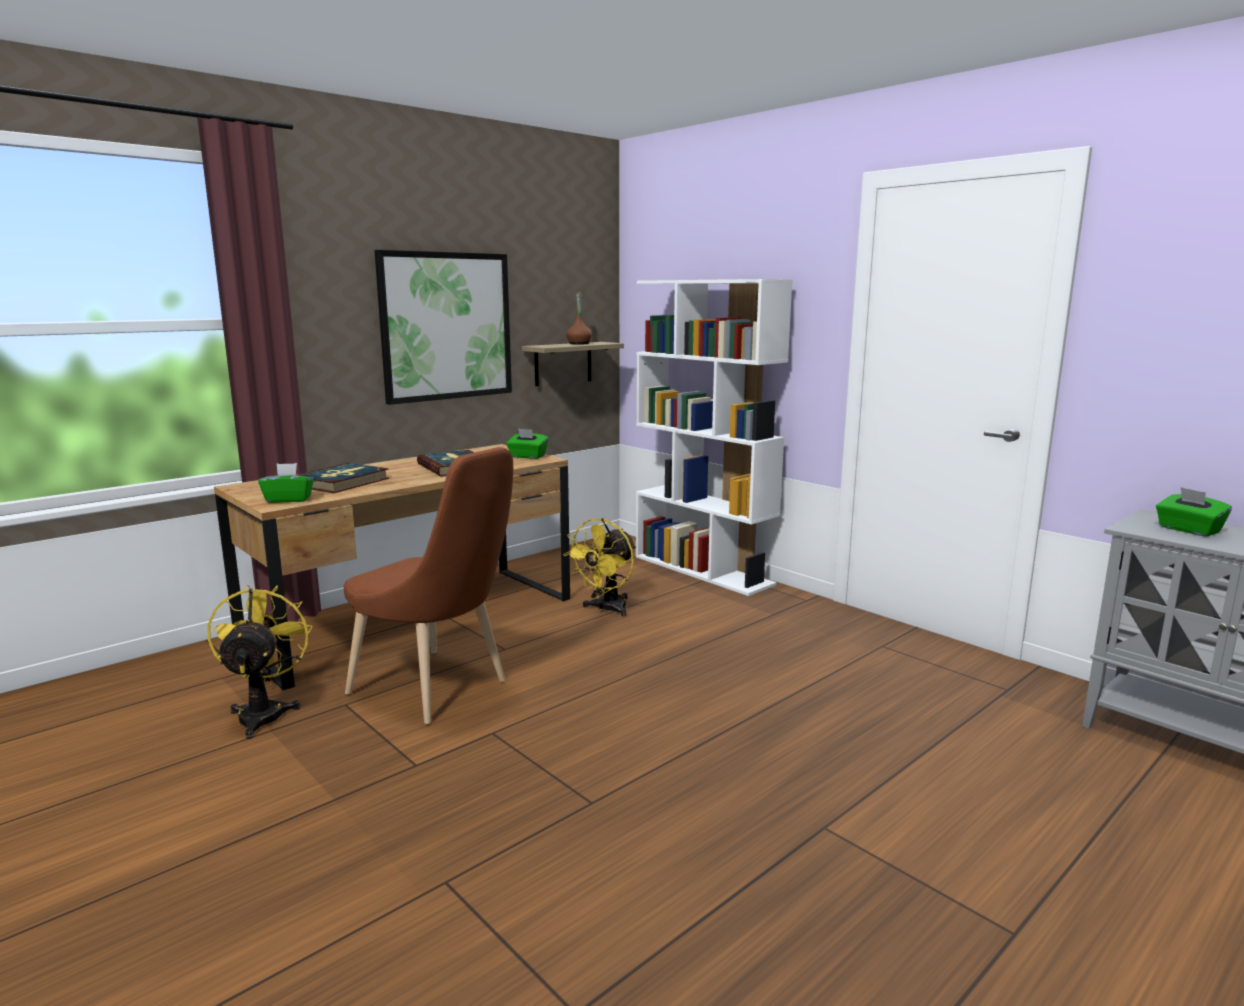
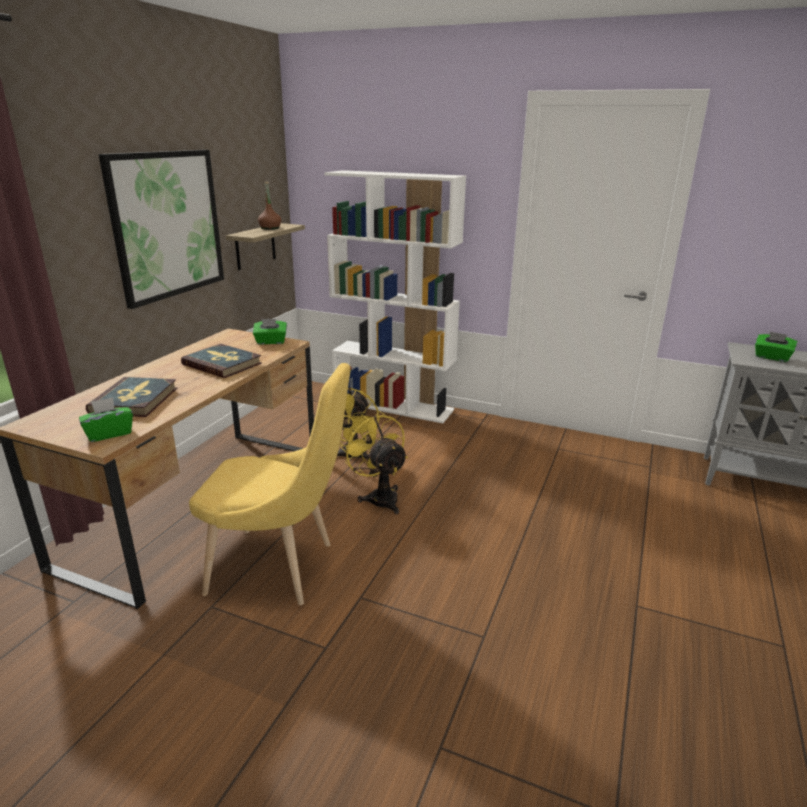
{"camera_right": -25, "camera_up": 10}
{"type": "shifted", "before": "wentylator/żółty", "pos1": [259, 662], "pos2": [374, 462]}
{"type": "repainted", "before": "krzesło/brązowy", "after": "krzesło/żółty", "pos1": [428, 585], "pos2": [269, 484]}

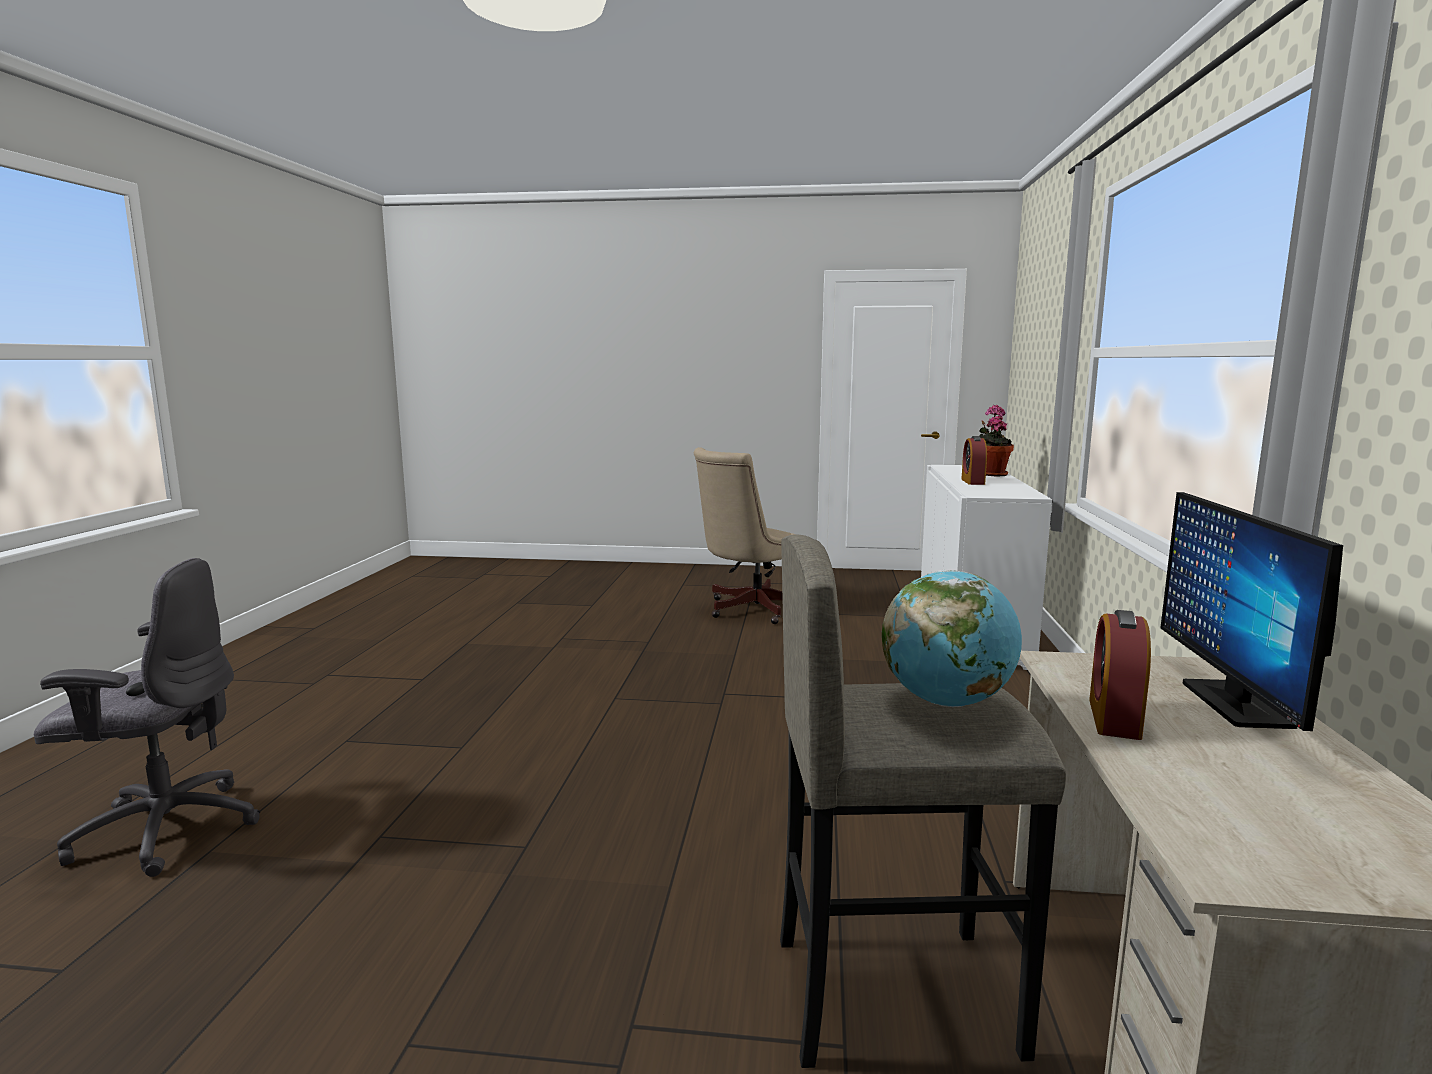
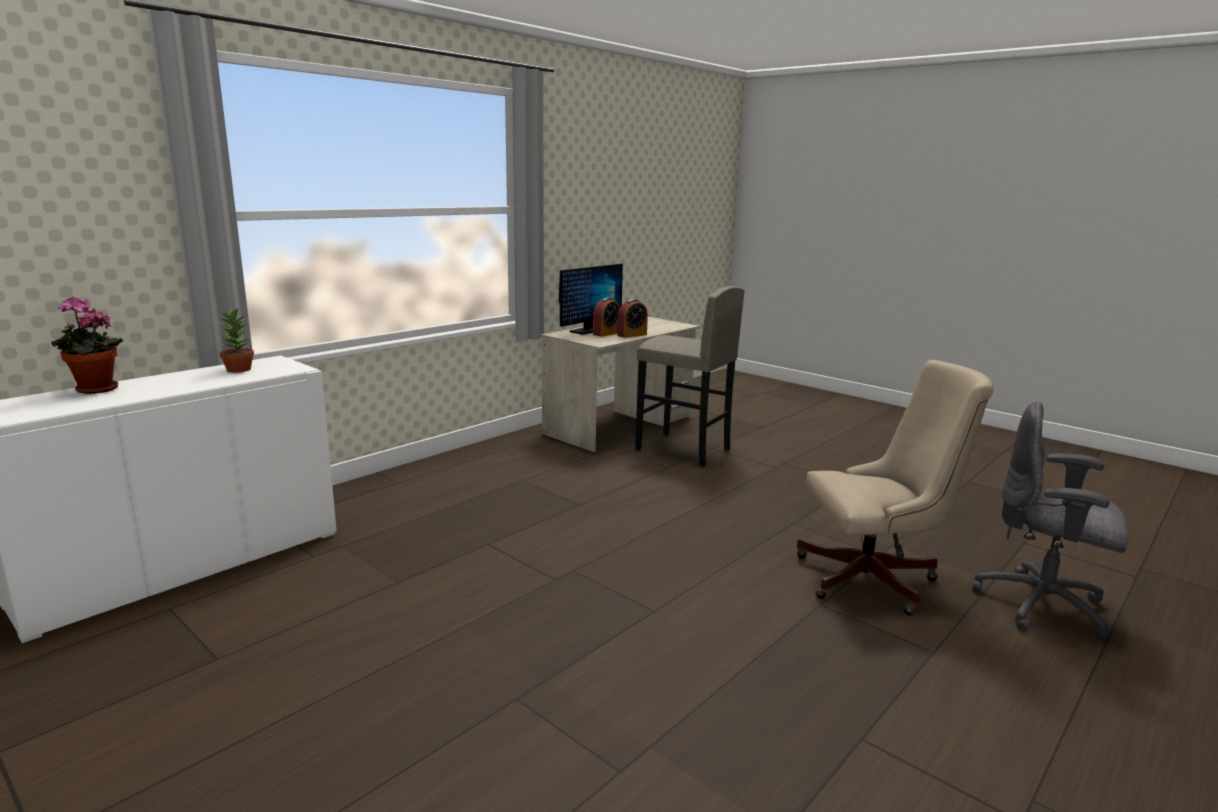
{"camera_right": -145, "camera_up": 5}
{"type": "gone", "before": "globus", "pos1": [952, 638]}
{"type": "new", "after": "roślina doniczkowa", "pos2": [236, 340]}
{"type": "shifted", "before": "krzesło biurowe/beżowy", "pos1": [744, 535], "pos2": [895, 488]}
{"type": "shifted", "before": "budzik", "pos1": [974, 460], "pos2": [606, 317]}

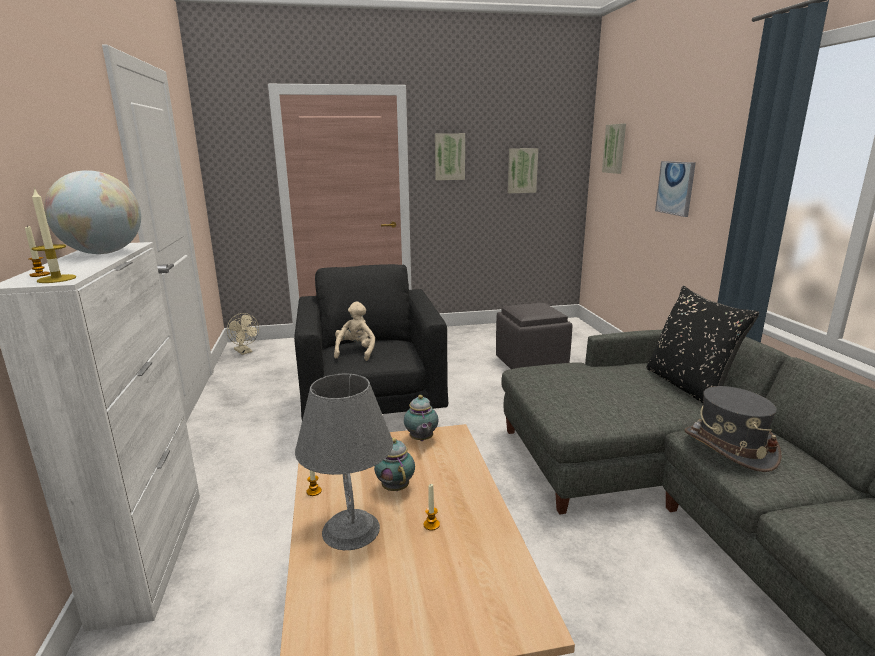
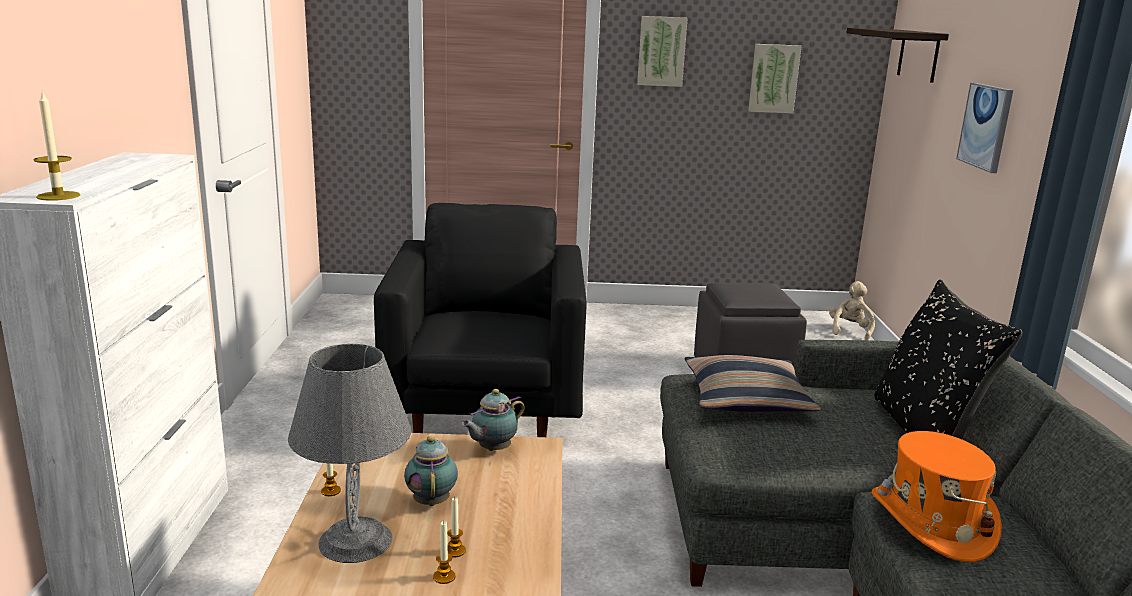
{"camera_right": 10, "camera_up": 0}
{"type": "gone", "before": "globus", "pos1": [92, 212]}
{"type": "gone", "before": "wentylator/beżowy", "pos1": [243, 334]}
{"type": "new", "after": "poduszka", "pos2": [753, 383]}
{"type": "shifted", "before": "świeca", "pos1": [37, 251], "pos2": [444, 552]}
{"type": "shifted", "before": "pluszak/beżowy", "pos1": [354, 331], "pos2": [852, 310]}
{"type": "swapped", "before": "obraz", "after": "półka", "pos1": [614, 149], "pos2": [897, 55]}
{"type": "repainted", "before": "kapelusz/szary", "after": "kapelusz/pomarańczowy", "pos1": [733, 429], "pos2": [937, 496]}
{"type": "rotated", "before": "imbryk", "pos1": [421, 418], "pos2": [493, 420], "turn": 45}

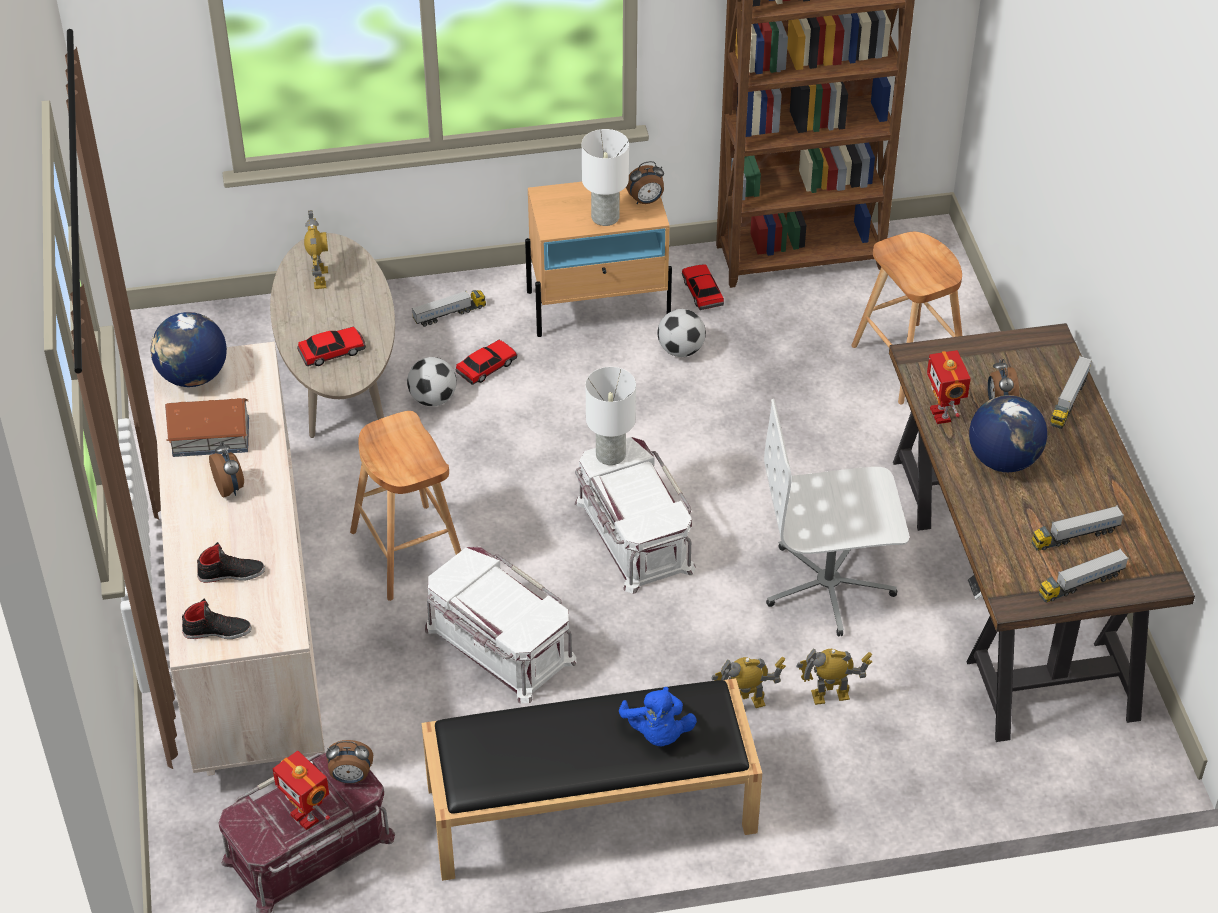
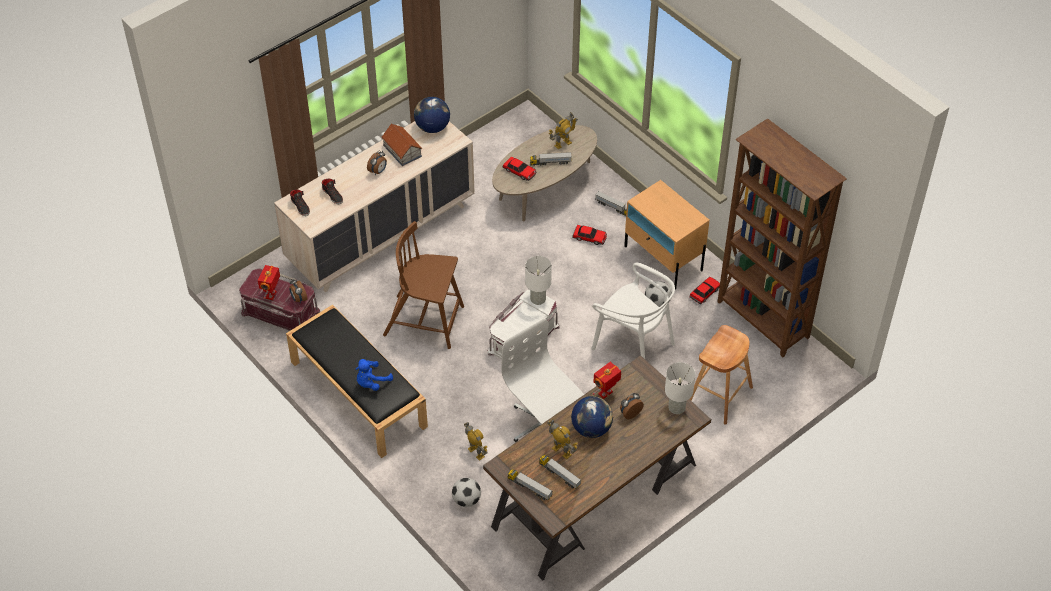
{"camera_right": 60, "camera_up": 5}
{"type": "gone", "before": "stołek/brązowy", "pos1": [405, 506]}
{"type": "gone", "before": "budzik", "pos1": [645, 182]}
{"type": "new", "after": "krzesło/biały", "pos2": [633, 310]}
{"type": "shifted", "before": "piłka futbolowa", "pos1": [432, 381], "pos2": [466, 492]}
{"type": "shifted", "before": "lampa stołowa/biały", "pos1": [605, 177], "pos2": [680, 388]}
{"type": "shifted", "before": "robot zabawkowy", "pos1": [748, 682], "pos2": [562, 439]}
{"type": "shifted", "before": "ciężarówka zabawkowa", "pos1": [1071, 392], "pos2": [551, 159]}
{"type": "swapped", "before": "pojemnik do przechowywania/biały", "after": "krzesło/brązowy", "pos1": [501, 625], "pos2": [423, 285]}

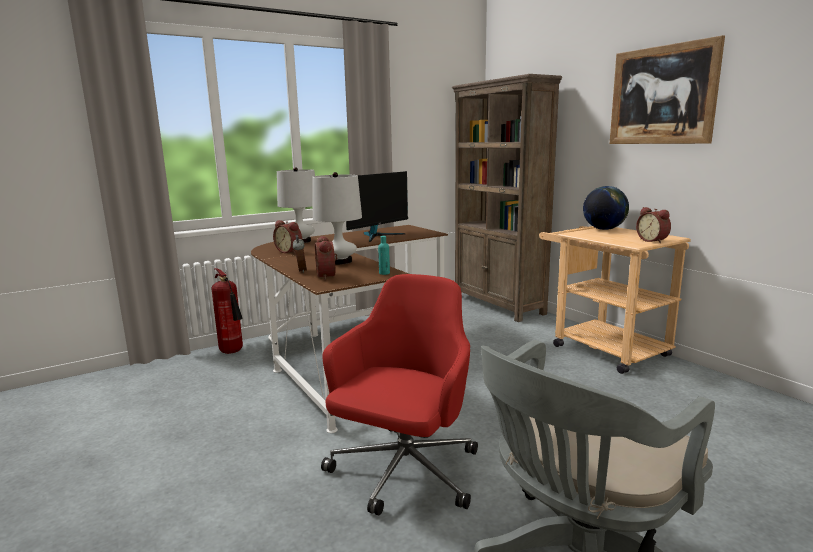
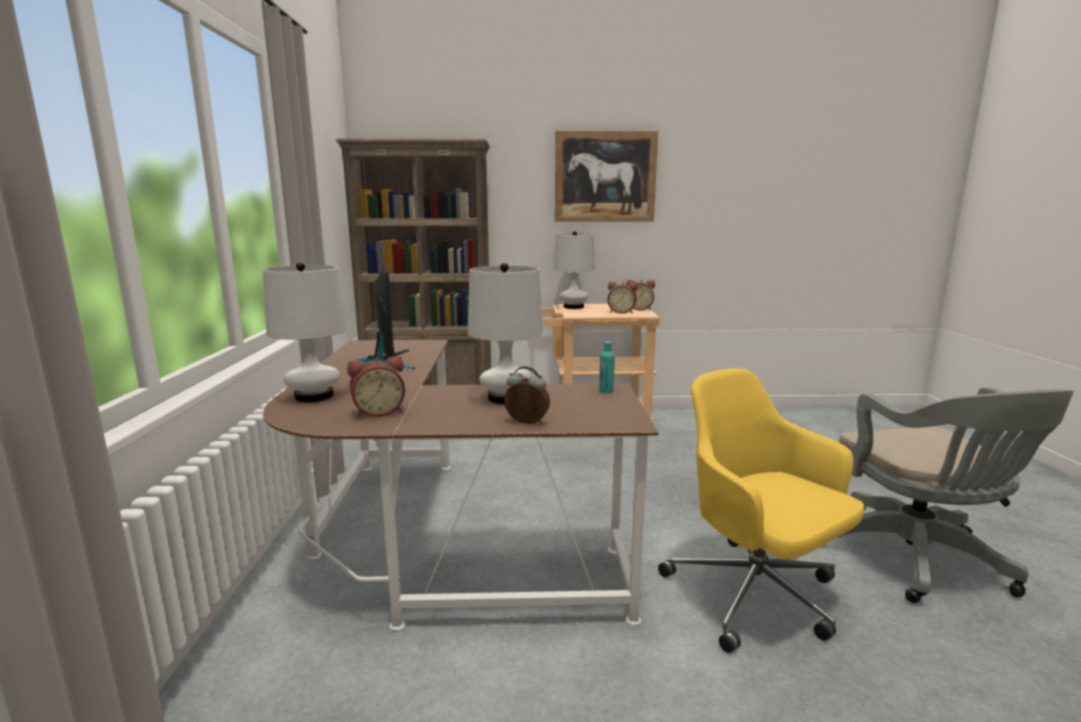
{"camera_right": -60, "camera_up": 0}
{"type": "gone", "before": "gaśnica", "pos1": [227, 311]}
{"type": "shifted", "before": "budzik", "pos1": [326, 258], "pos2": [622, 298]}
{"type": "swapped", "before": "globus", "after": "lampa stołowa/biały", "pos1": [606, 208], "pos2": [574, 270]}
{"type": "repainted", "before": "krzesło biurowe/czerwony", "after": "krzesło biurowe/żółty", "pos1": [399, 395], "pos2": [761, 510]}

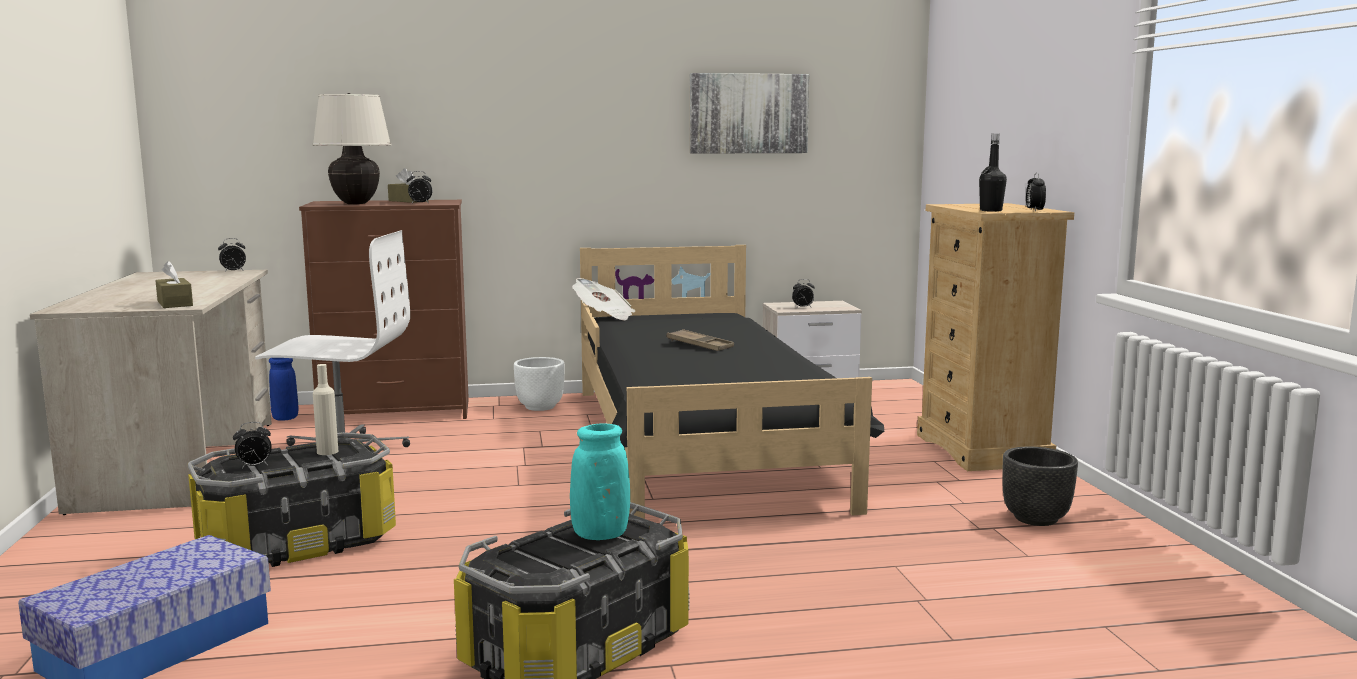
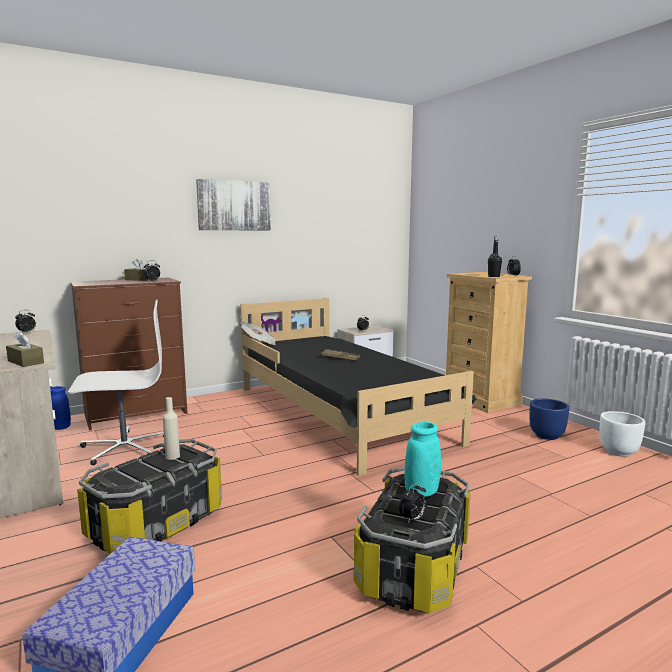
{"camera_right": -20, "camera_up": 0}
{"type": "gone", "before": "lampa stołowa/beżowy", "pos1": [351, 148]}
{"type": "shifted", "before": "budzik", "pos1": [252, 445], "pos2": [413, 502]}
{"type": "shifted", "before": "donica/biały", "pos1": [539, 384], "pos2": [622, 434]}
{"type": "shifted", "before": "obraz", "pos1": [749, 113], "pos2": [233, 204]}
{"type": "repainted", "before": "donica/czarny", "after": "donica/niebieski", "pos1": [1040, 486], "pos2": [549, 419]}

